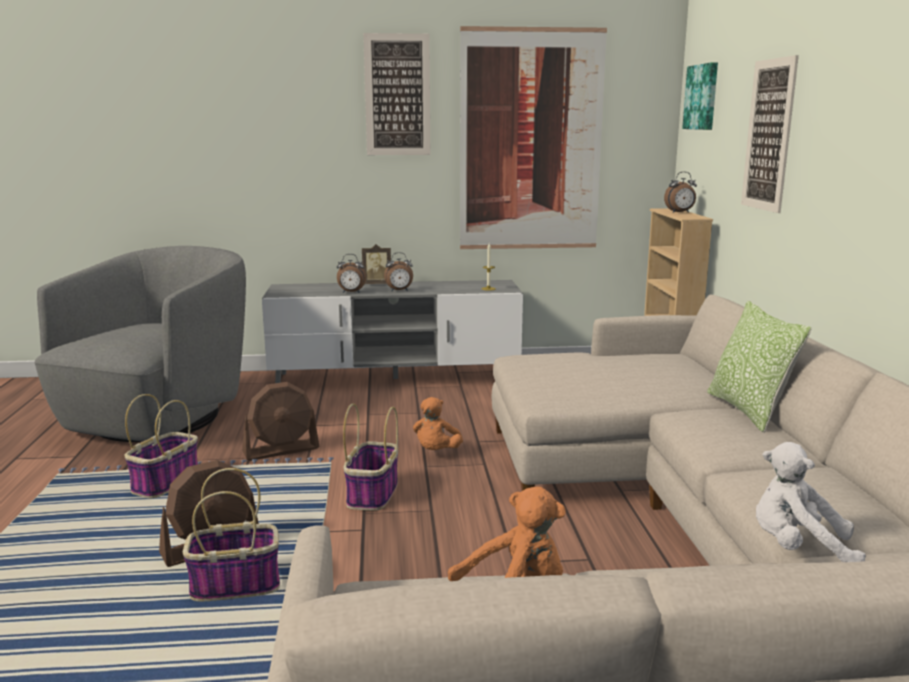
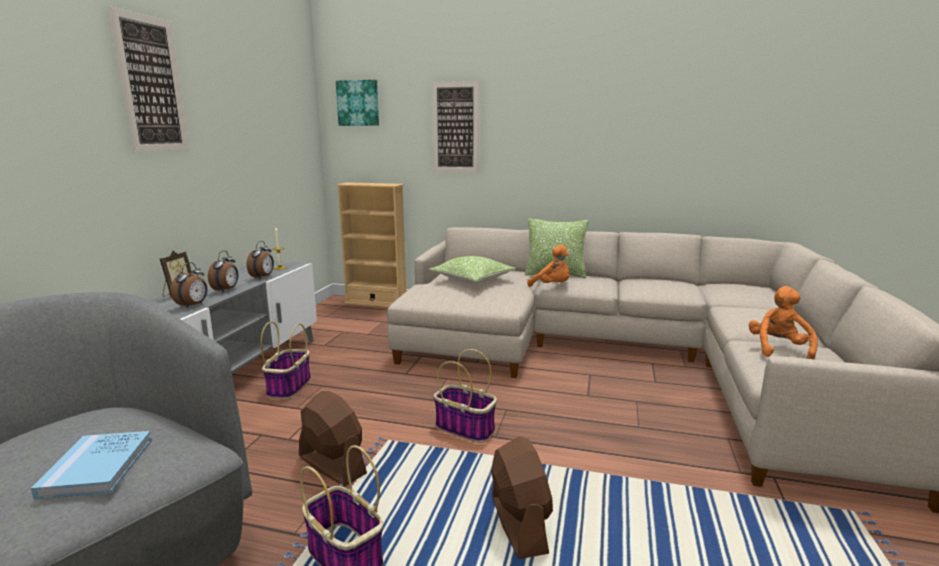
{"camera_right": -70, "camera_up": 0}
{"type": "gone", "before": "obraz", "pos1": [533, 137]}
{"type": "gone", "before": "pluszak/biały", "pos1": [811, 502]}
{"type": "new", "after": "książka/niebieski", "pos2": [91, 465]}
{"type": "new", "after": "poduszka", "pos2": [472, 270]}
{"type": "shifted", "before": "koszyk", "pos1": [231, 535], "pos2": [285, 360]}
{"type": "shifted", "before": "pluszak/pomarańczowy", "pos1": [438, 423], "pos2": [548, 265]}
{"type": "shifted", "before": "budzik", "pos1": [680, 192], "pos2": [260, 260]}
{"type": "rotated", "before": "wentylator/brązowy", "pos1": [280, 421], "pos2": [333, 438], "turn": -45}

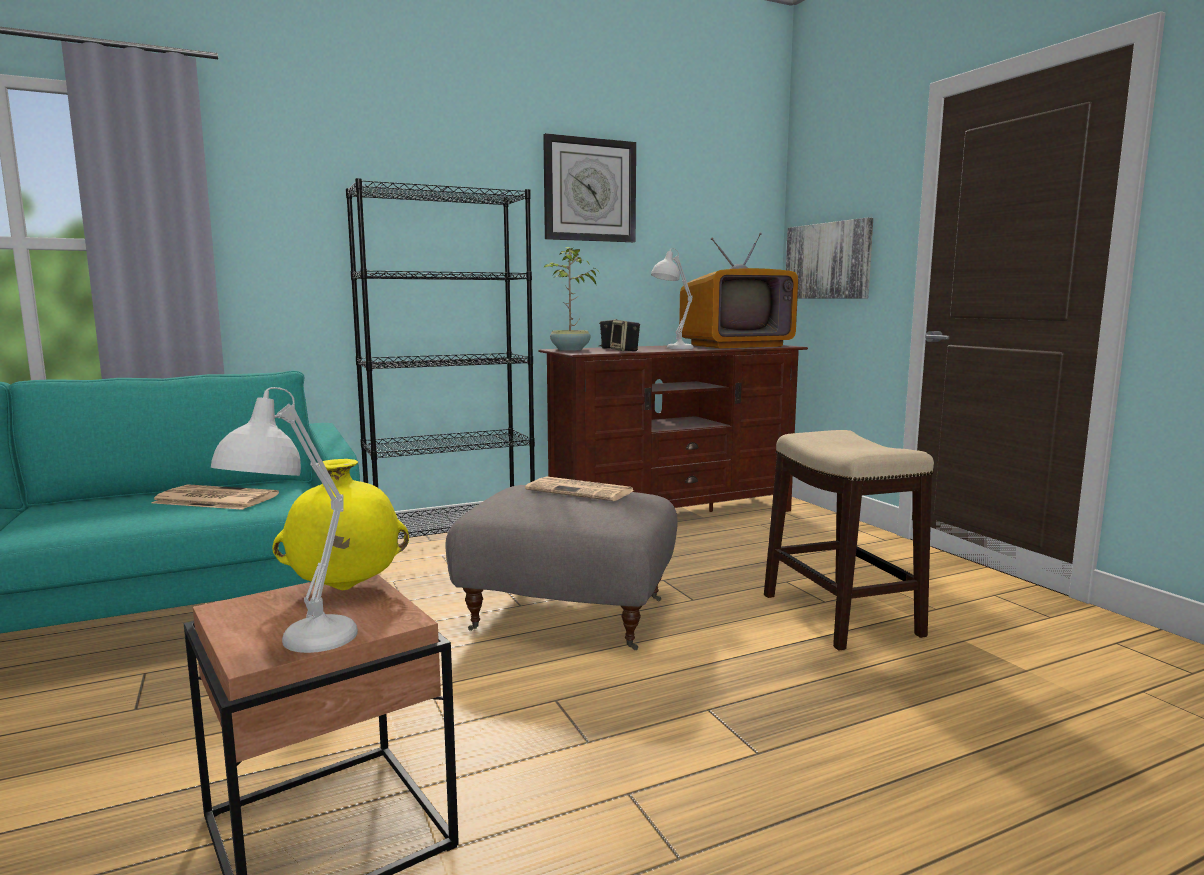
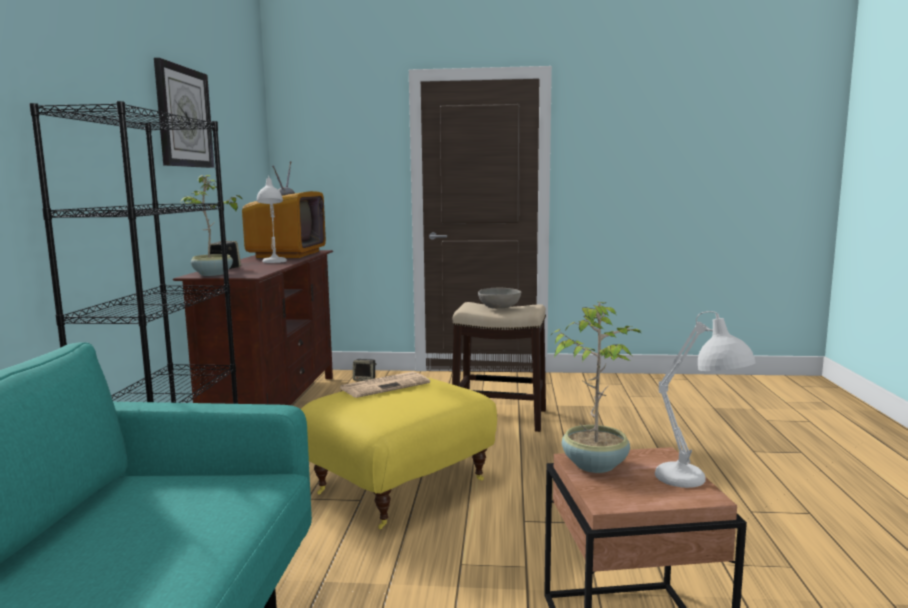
{"camera_right": -60, "camera_up": 0}
{"type": "gone", "before": "gazeta", "pos1": [215, 497]}
{"type": "gone", "before": "obraz", "pos1": [829, 258]}
{"type": "new", "after": "miska/szary", "pos2": [499, 298]}
{"type": "shifted", "before": "głośnik", "pos1": [625, 335], "pos2": [364, 370]}
{"type": "swapped", "before": "wazon/żółty", "after": "roślina doniczkowa", "pos1": [340, 524], "pos2": [595, 387]}
{"type": "repainted", "before": "pufa/szary", "after": "pufa/żółty", "pos1": [561, 567], "pos2": [399, 453]}

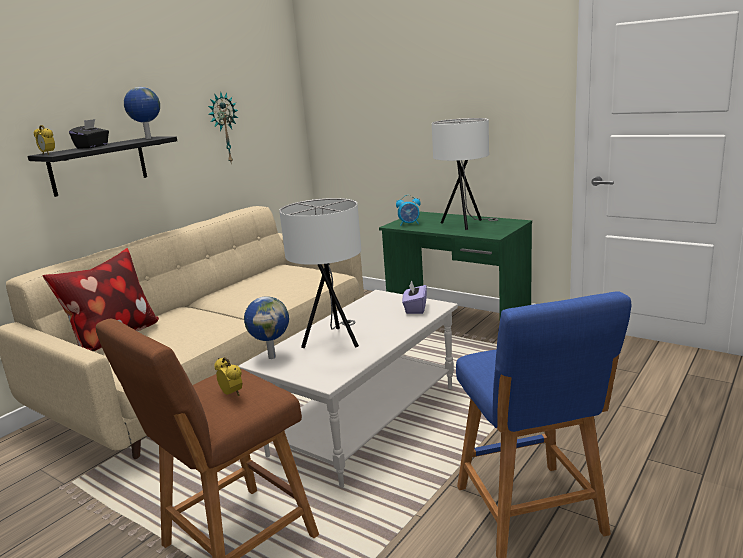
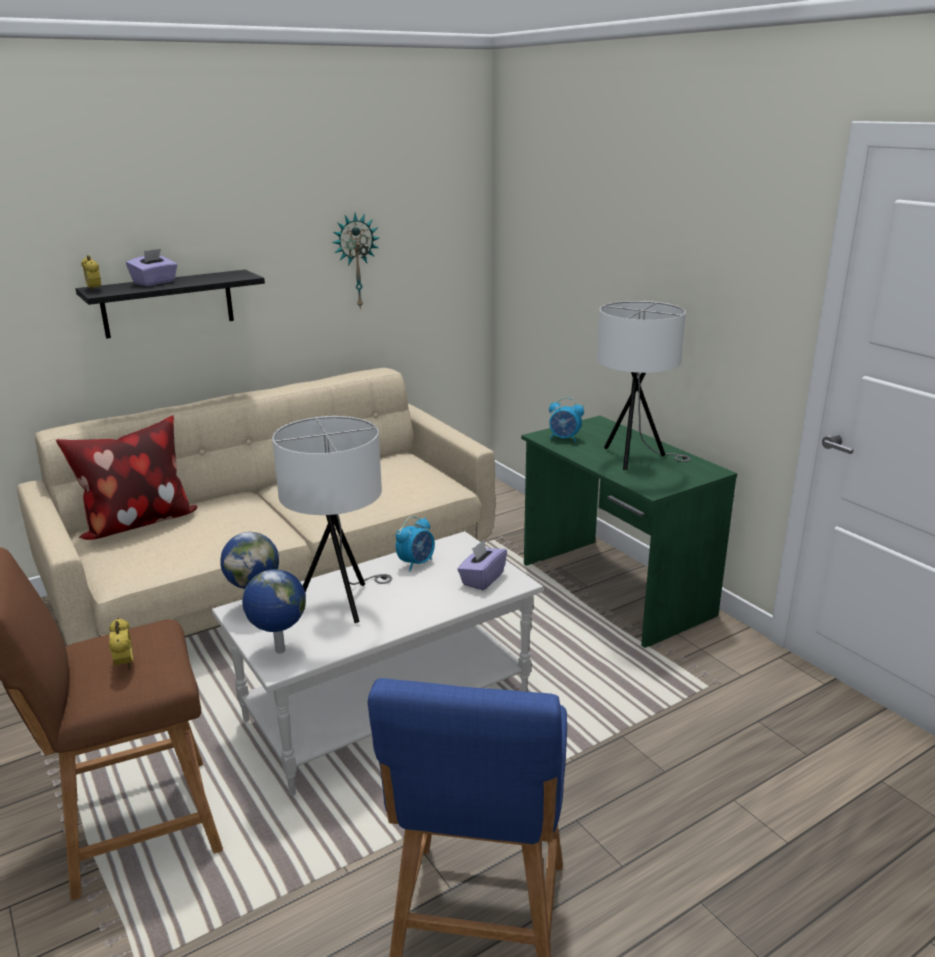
{"camera_right": 20, "camera_up": 5}
{"type": "new", "after": "budzik", "pos2": [415, 543]}
{"type": "shifted", "before": "globus", "pos1": [142, 113], "pos2": [274, 611]}
{"type": "repainted", "before": "pudełko chusteczek/czarny", "after": "pudełko chusteczek/fioletowy", "pos1": [89, 134], "pos2": [152, 267]}

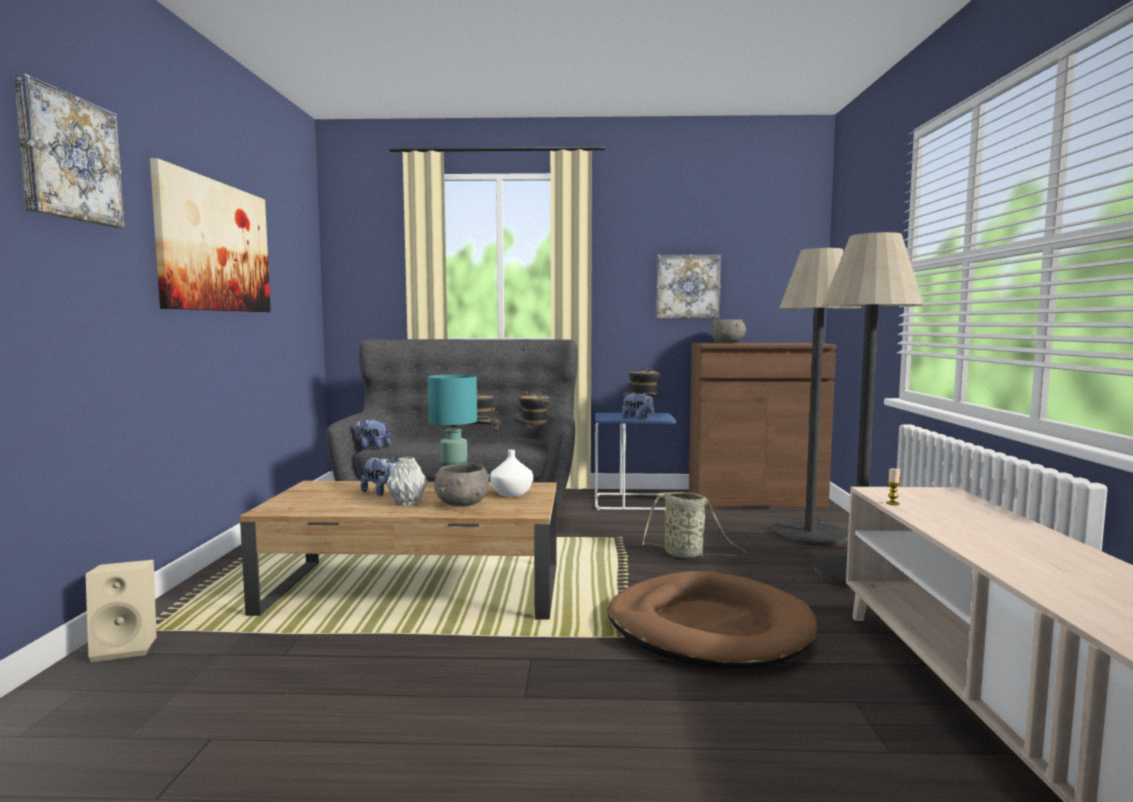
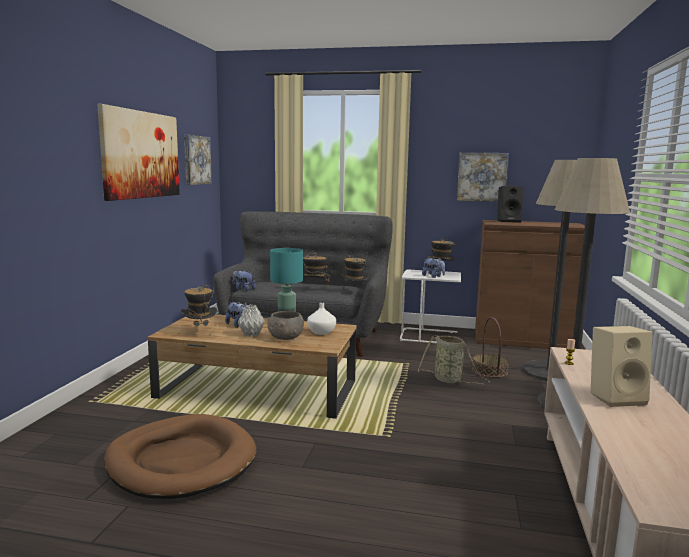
{"camera_right": 10, "camera_up": 5}
{"type": "new", "after": "kapelusz", "pos2": [199, 305]}
{"type": "new", "after": "koszyk", "pos2": [490, 347]}
{"type": "shifted", "before": "obraz", "pos1": [69, 151], "pos2": [198, 159]}
{"type": "shifted", "before": "głośnik/beżowy", "pos1": [121, 611], "pos2": [621, 366]}
{"type": "shifted", "before": "legowisko/brązowy", "pos1": [712, 620], "pos2": [180, 456]}
{"type": "swapped", "before": "miska/szary", "after": "głośnik/czarny", "pos1": [728, 331], "pos2": [510, 204]}
{"type": "repainted", "before": "stolik/niebieski", "after": "stolik/biały", "pos1": [635, 462], "pos2": [430, 306]}

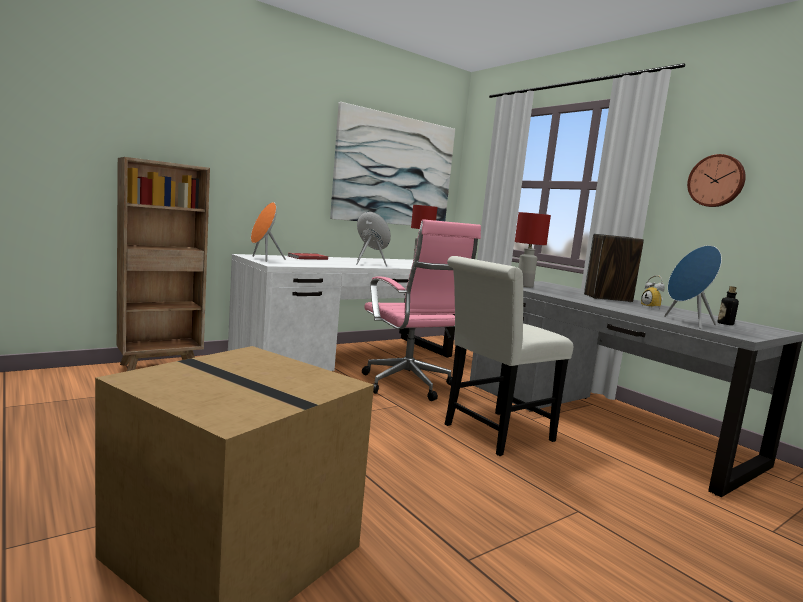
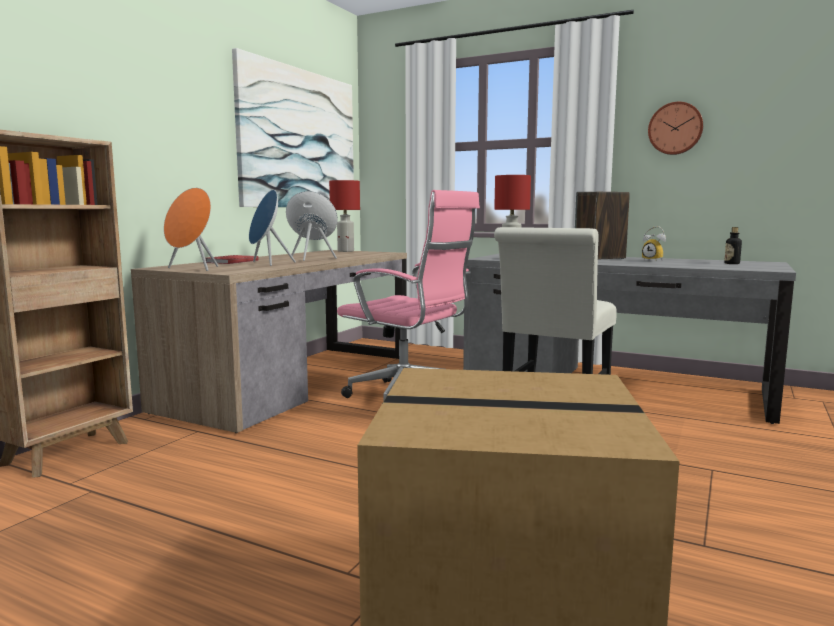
{"camera_right": -25, "camera_up": 0}
{"type": "shifted", "before": "głośnik/niebieski", "pos1": [693, 287], "pos2": [272, 228]}
{"type": "repainted", "before": "biurko/biały", "after": "biurko/brązowy", "pos1": [341, 312], "pos2": [269, 341]}

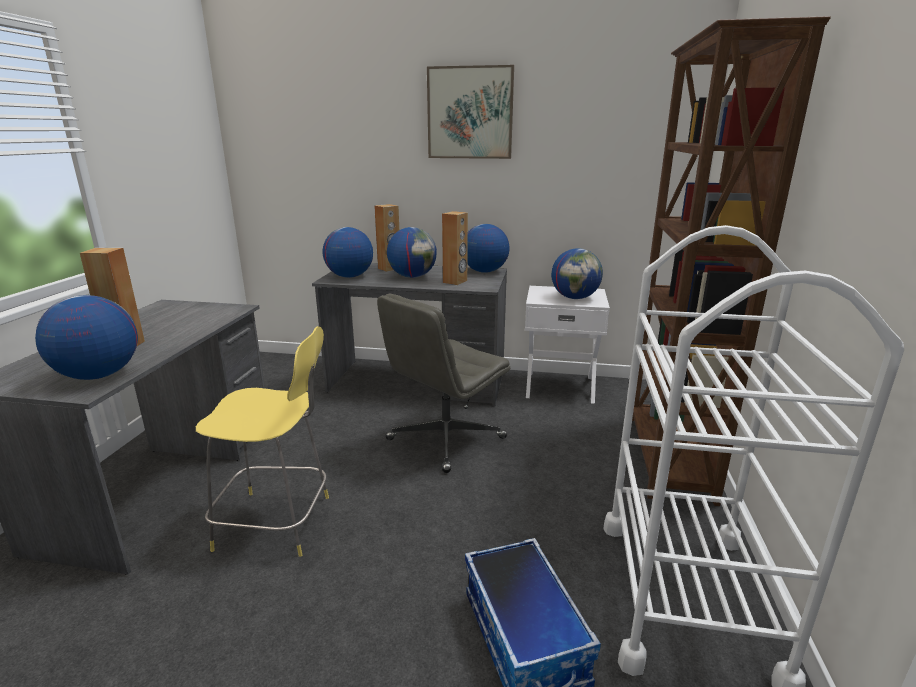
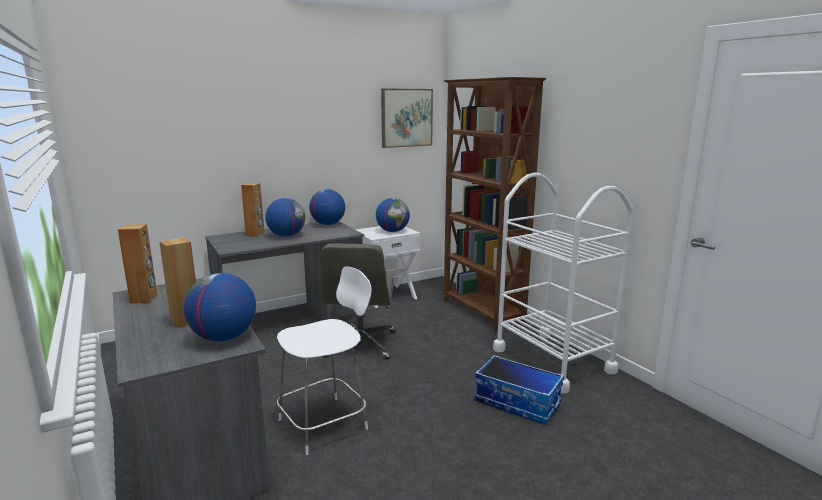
{"camera_right": -40, "camera_up": -5}
{"type": "gone", "before": "globus", "pos1": [348, 252]}
{"type": "shifted", "before": "obraz", "pos1": [470, 112], "pos2": [407, 118]}
{"type": "shifted", "before": "głośnik/brązowy", "pos1": [455, 248], "pos2": [137, 264]}
{"type": "repainted", "before": "stołek/żółty", "after": "stołek/biały", "pos1": [262, 441], "pos2": [324, 360]}

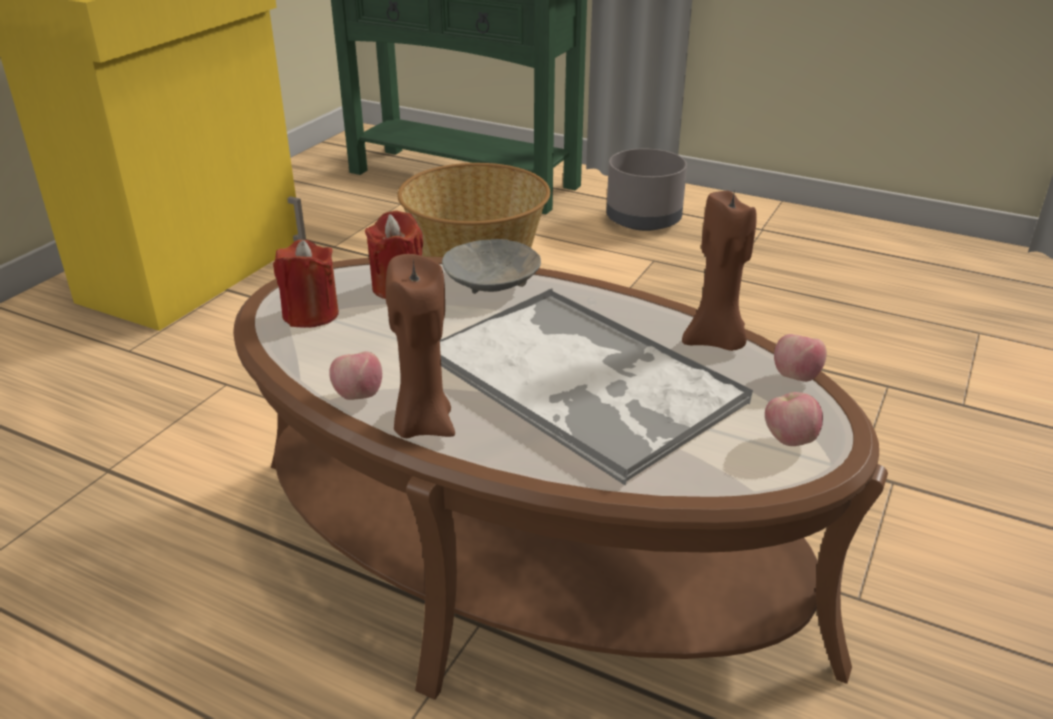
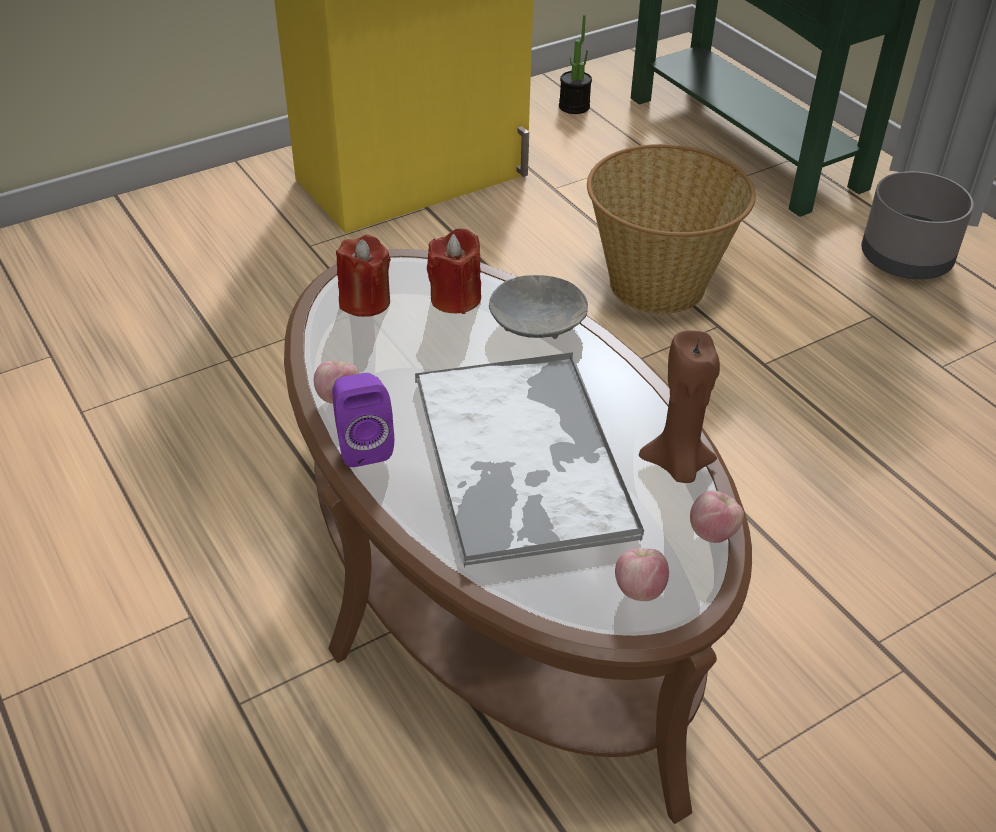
{"camera_right": 30, "camera_up": 10}
{"type": "new", "after": "roślina doniczkowa", "pos2": [575, 64]}
{"type": "swapped", "before": "świeca/brązowy", "after": "głośnik/fioletowy", "pos1": [420, 346], "pos2": [363, 420]}

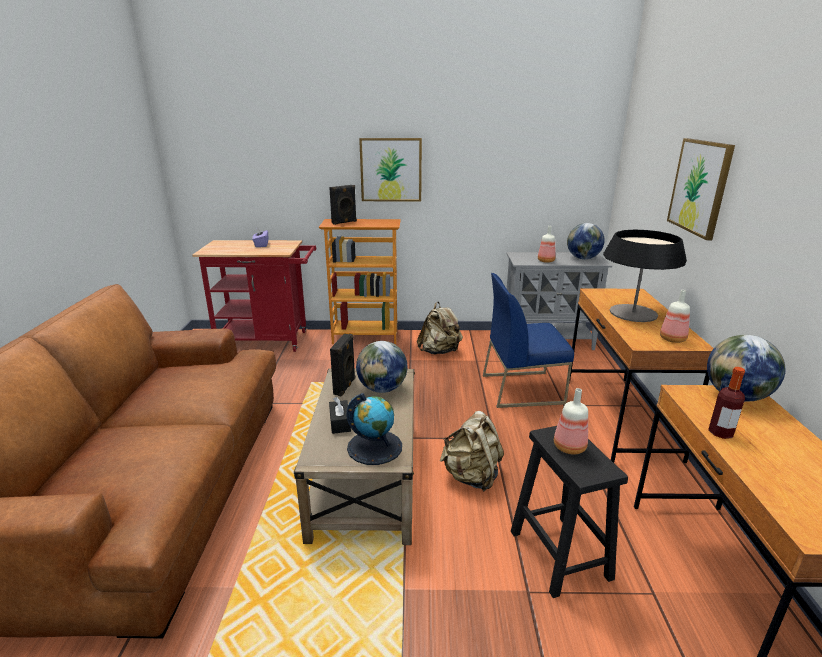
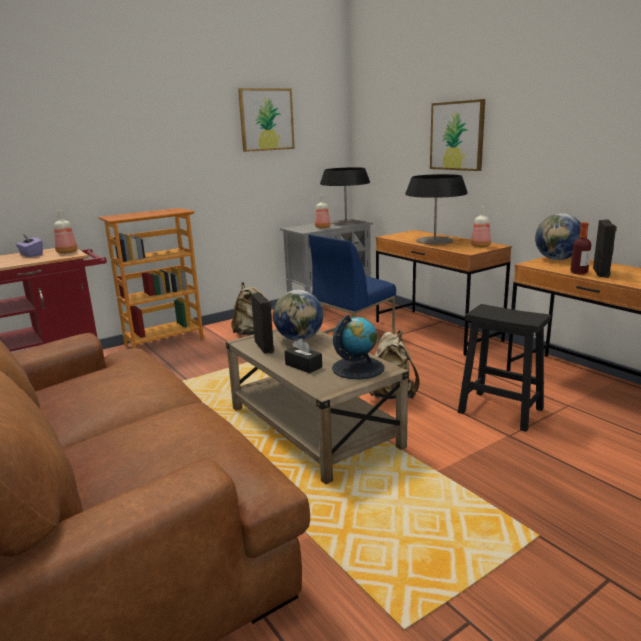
{"camera_right": -35, "camera_up": -5}
{"type": "shifted", "before": "głośnik/czarny", "pos1": [343, 205], "pos2": [605, 249]}
{"type": "shifted", "before": "obraz", "pos1": [390, 169], "pos2": [266, 120]}
{"type": "shifted", "before": "butelka", "pos1": [571, 421], "pos2": [66, 232]}
{"type": "swapped", "before": "globus", "after": "lampa stołowa", "pos1": [586, 241], "pos2": [345, 196]}

